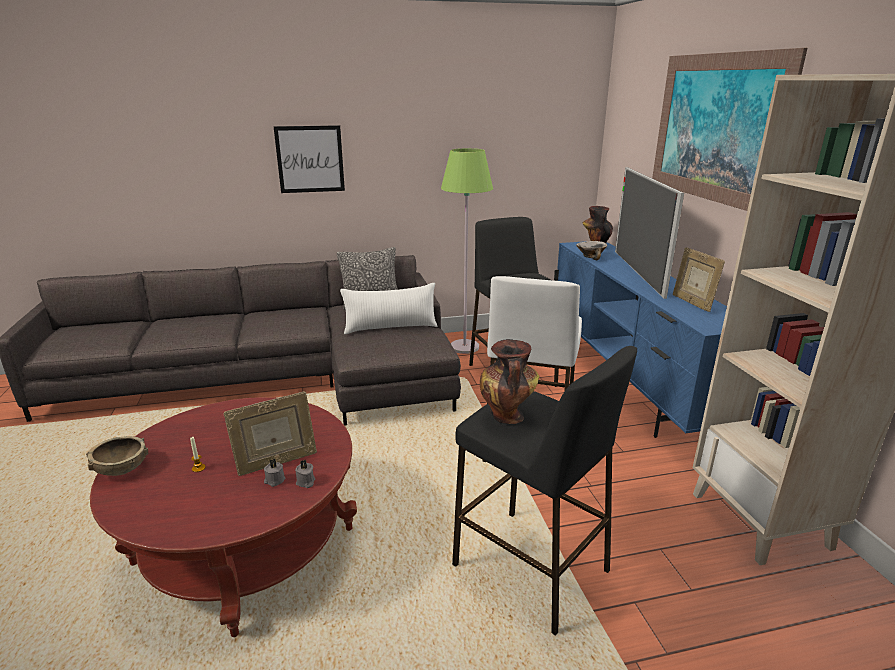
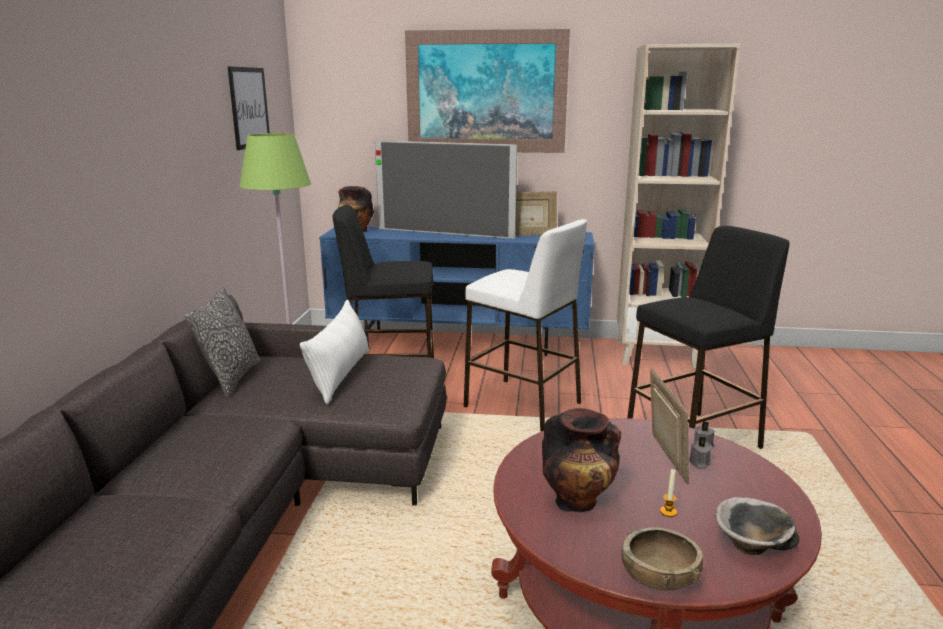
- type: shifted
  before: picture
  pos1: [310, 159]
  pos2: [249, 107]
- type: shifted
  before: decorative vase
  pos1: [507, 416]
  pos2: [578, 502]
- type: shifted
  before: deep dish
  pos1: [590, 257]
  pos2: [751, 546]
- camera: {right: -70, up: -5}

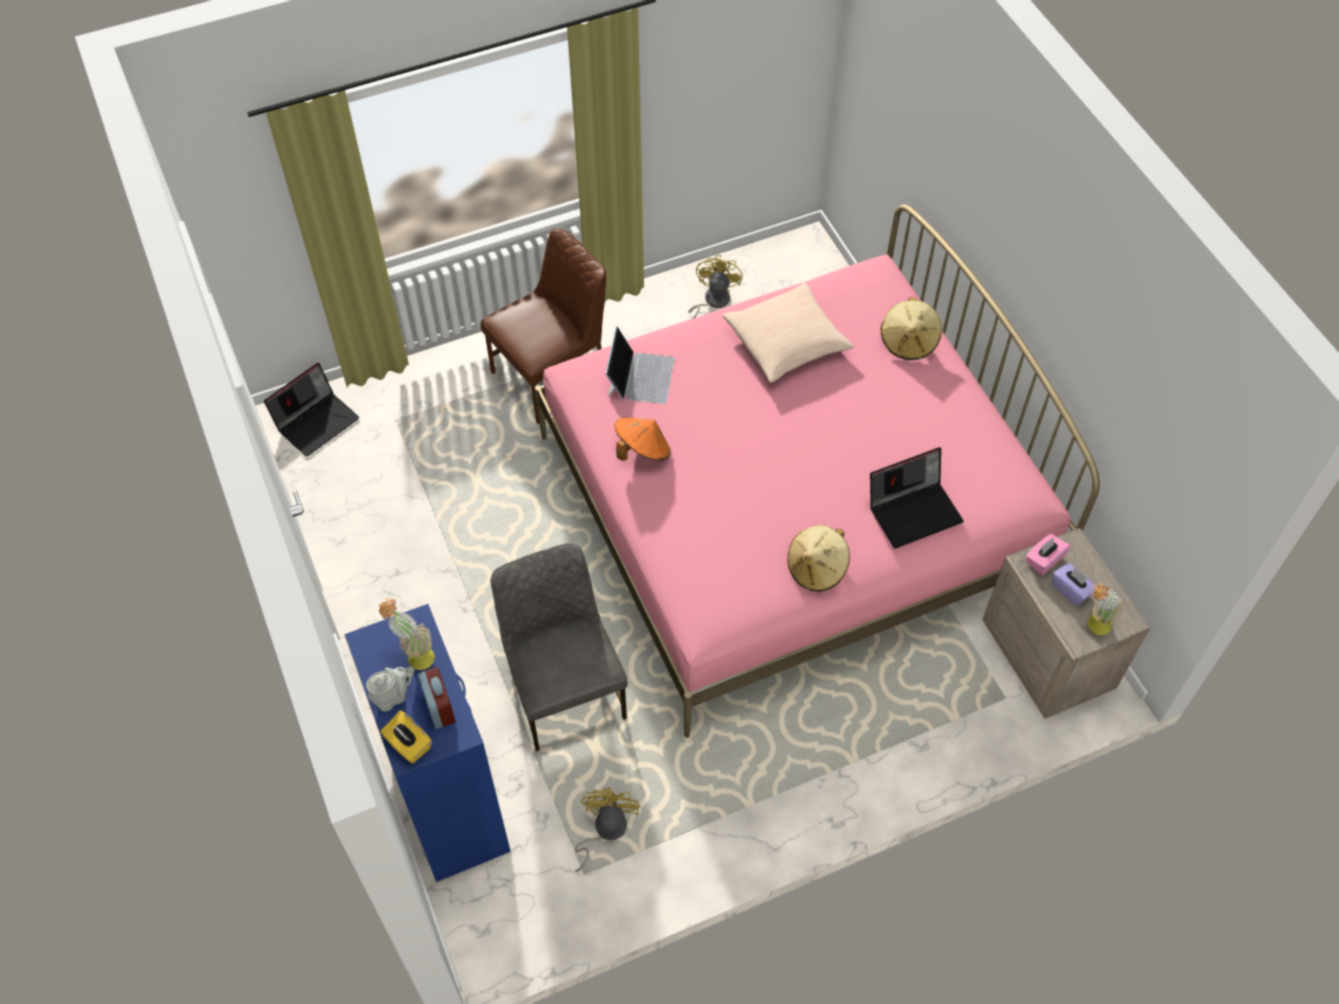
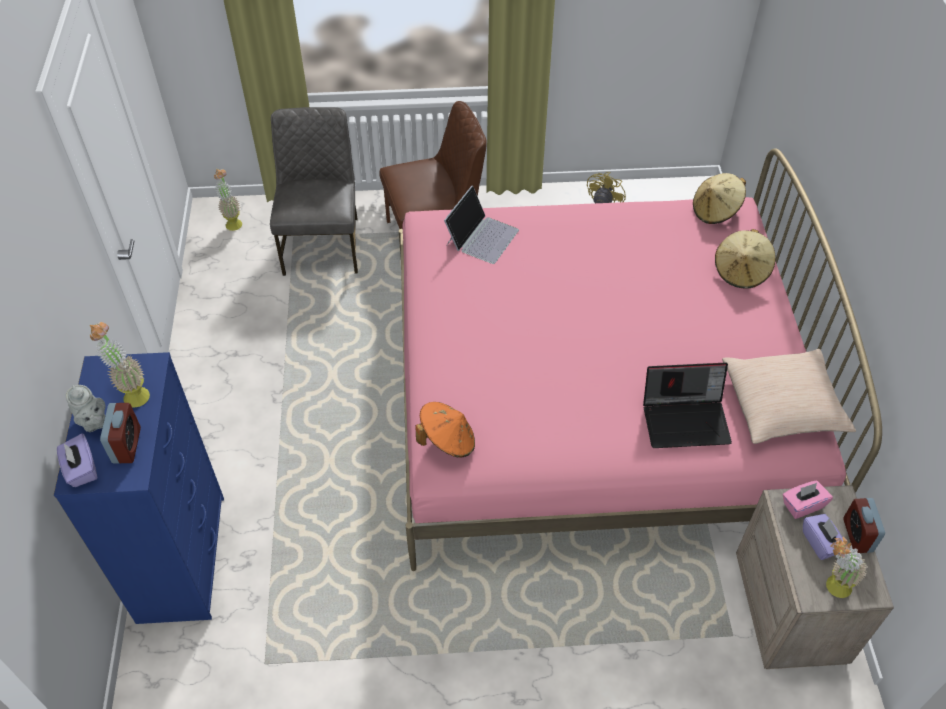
- type: repainted
  before: tissue holder in yellowish
  after: tissue holder in purple
  pos1: [408, 745]
  pos2: [81, 469]
- type: rotated
  before: pot for tea in grey
  pos1: [393, 696]
  pos2: [93, 422]
  turn: 60
- type: swapped
  before: notebook computer
  after: plant in a pot
  pos1: [317, 421]
  pos2: [232, 222]
- type: shifted
  before: plain chair in grey
  pos1: [564, 689]
  pos2: [323, 244]
- type: shifted
  before: clothing hat in orange
  pos1: [642, 450]
  pos2: [447, 440]
- type: shifted
  before: clothing hat in beige
  pos1: [817, 568]
  pos2: [716, 211]
- type: shifted
  before: throw pillow in beige
  pos1: [786, 342]
  pos2: [783, 405]
- type: new
  after: bedside clock
  pos2: [857, 535]
- type: gone
  before: fan in yellowish
  pos1: [604, 830]
- camera: {right: 20, up: -5}

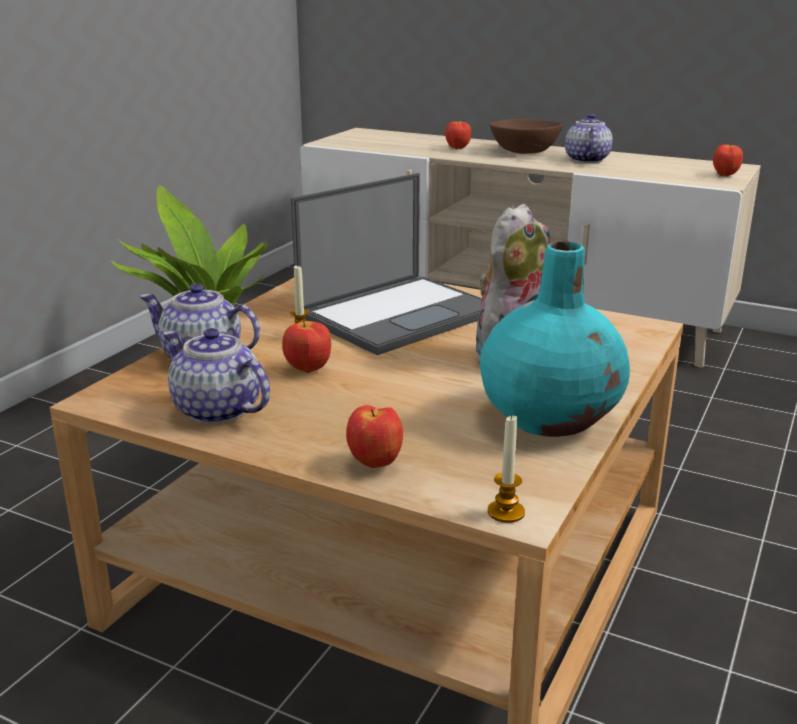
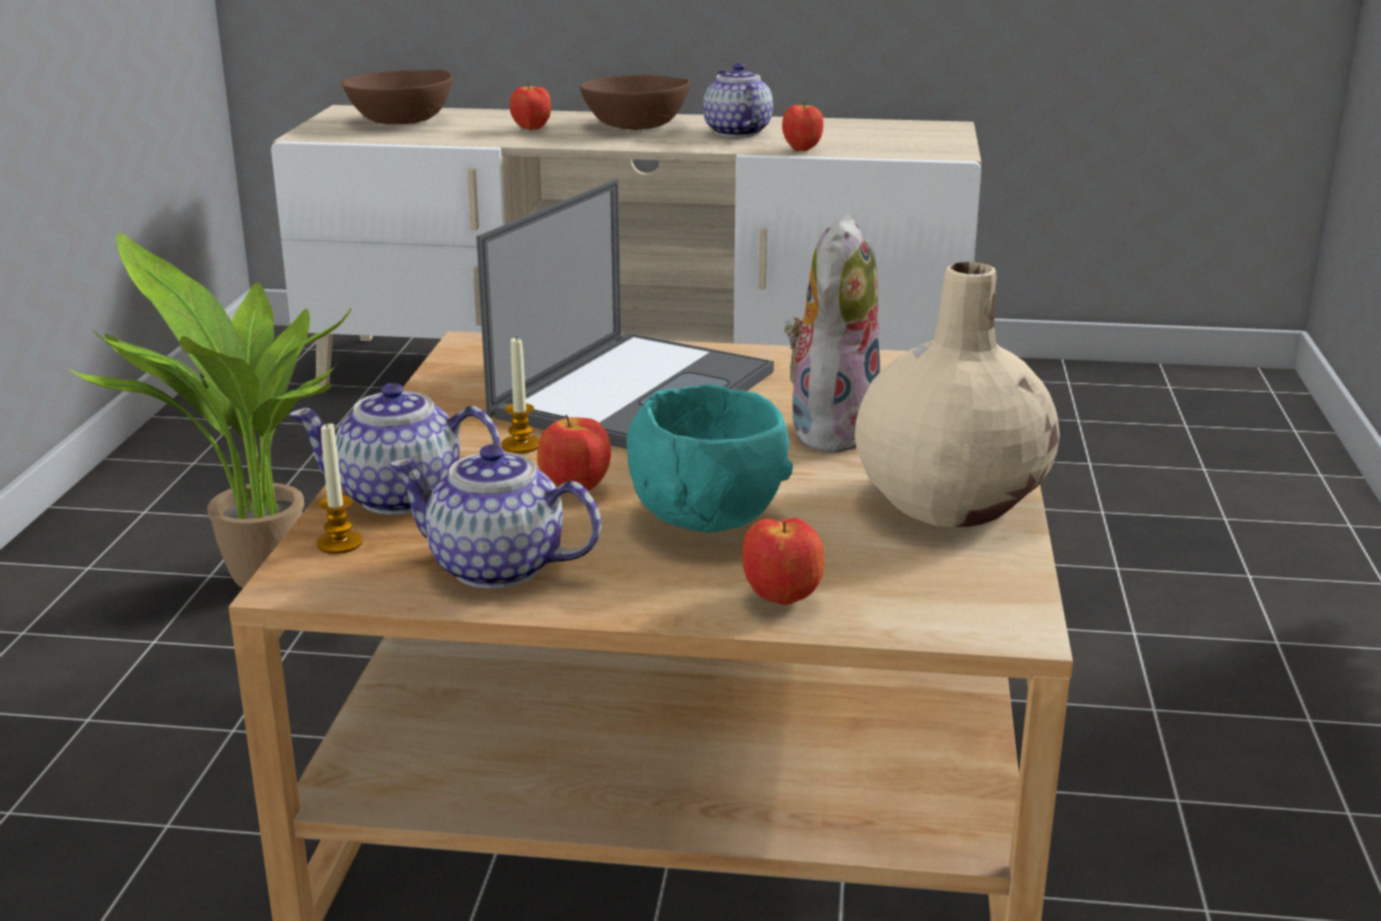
- type: shifted
  before: candle
  pos1: [506, 512]
  pos2: [339, 543]
- type: new
  after: deep dish in brown
  pos2: [400, 121]
- type: new
  after: deep dish in turquoise-coloured
  pos2: [707, 521]
- type: shifted
  before: apple fruit
  pos1: [724, 175]
  pos2: [801, 150]
- type: repainted
  before: decorative vase in turquoise-coloured
  after: decorative vase in beige
  pos1: [550, 417]
  pos2: [951, 501]
- camera: {right: -20, up: 0}

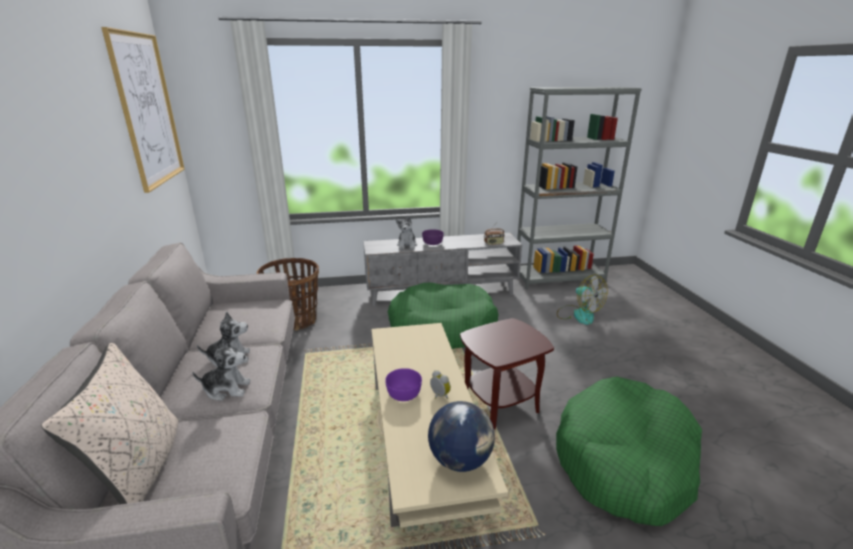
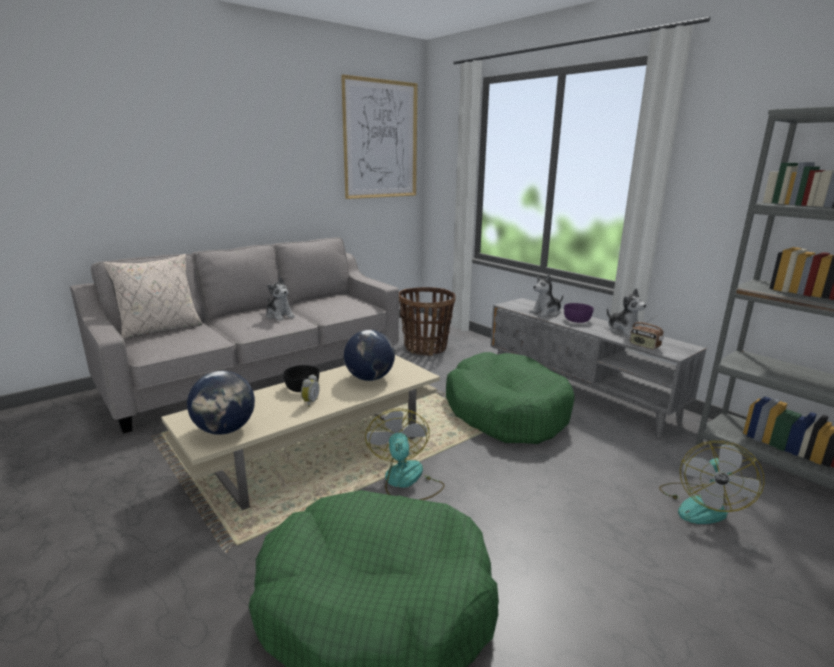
- type: repainted
  before: deep dish in purple
  after: deep dish in blackish
  pos1: [403, 394]
  pos2: [301, 387]
- type: new
  after: globe
  pos2: [369, 378]
- type: swapped
  before: side table in brown
  after: fan
  pos1: [500, 404]
  pos2: [406, 481]
- type: shifted
  before: cuddly toy
  pos1: [227, 389]
  pos2: [623, 331]
- camera: {right: 60, up: -5}

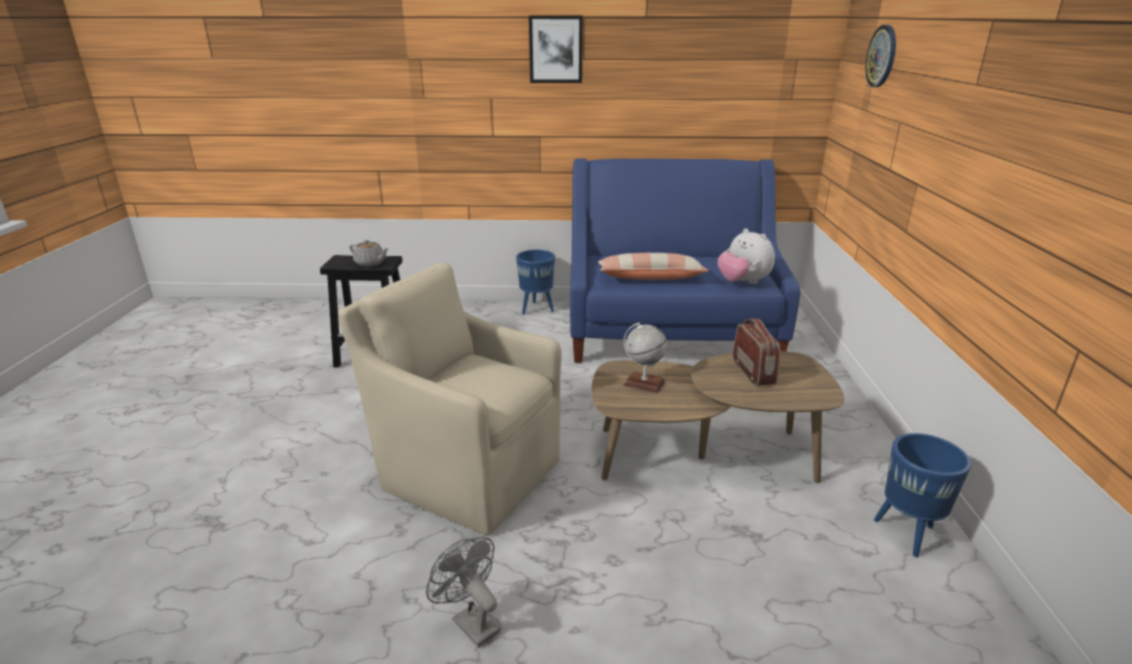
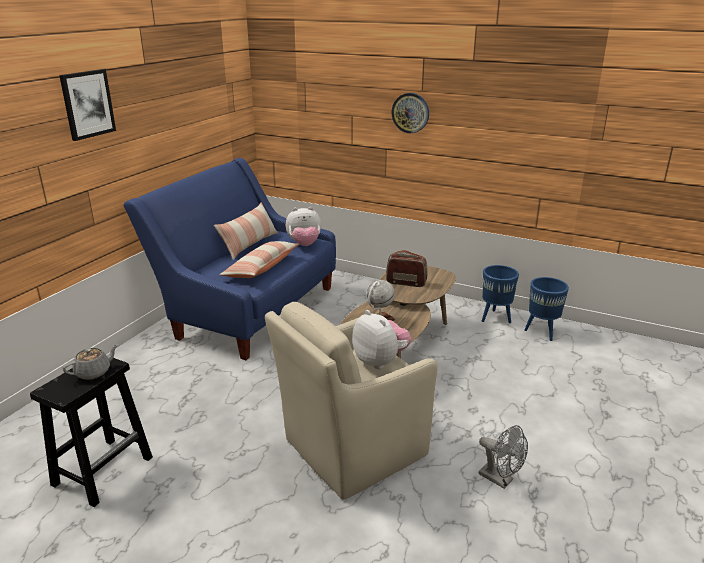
- type: new
  after: throw pillow
  pos2: [249, 245]
- type: new
  after: cuddly toy
  pos2: [380, 361]
- type: shifted
  before: wall clock
  pos1: [882, 56]
  pos2: [410, 113]
- type: rotated
  before: fan in grey
  pos1: [470, 622]
  pos2: [500, 479]
  turn: -120
- type: shifted
  before: planter in bluish
  pos1: [537, 309]
  pos2: [541, 332]
- camera: {right: -65, up: 0}

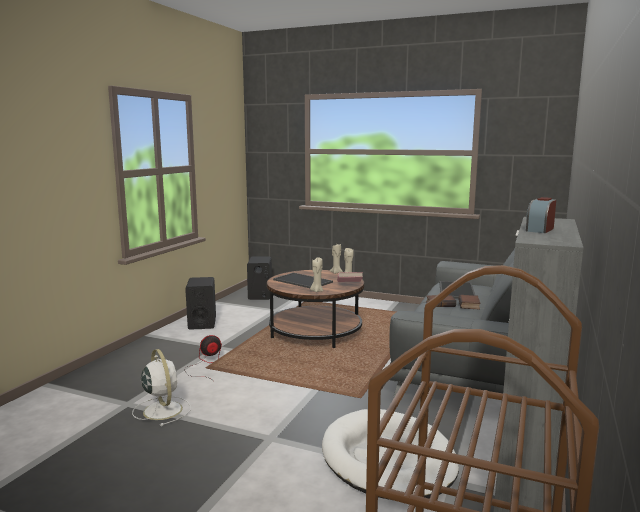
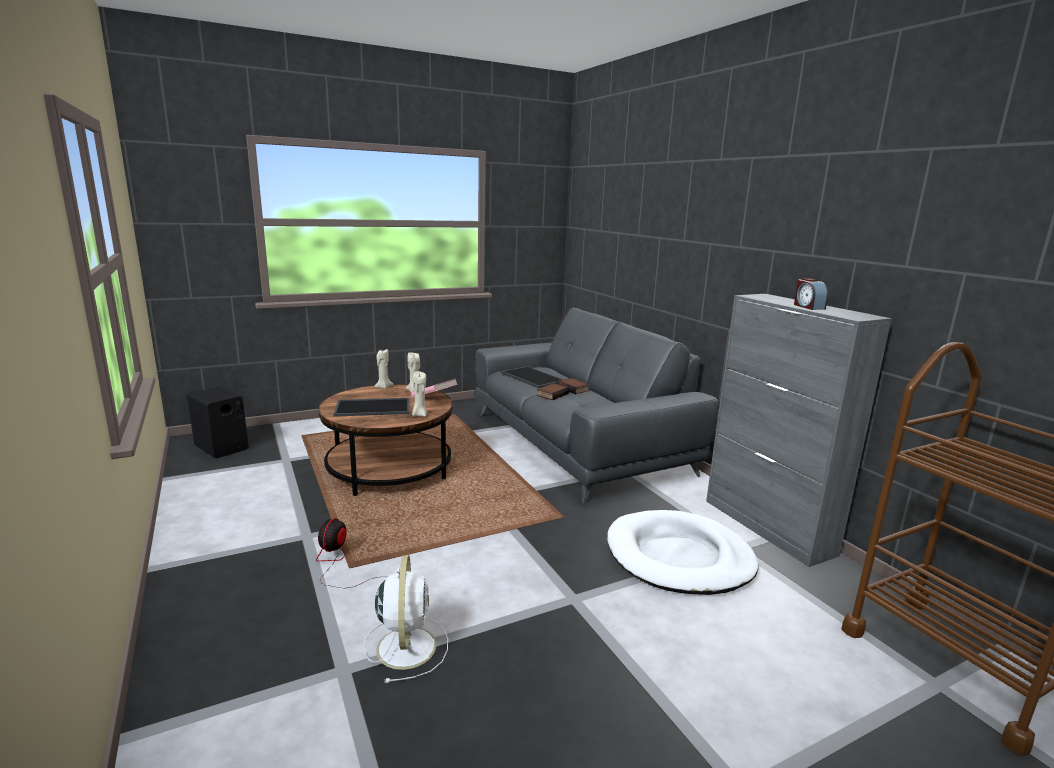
- type: rotated
  before: fan in white
  pos1: [162, 409]
  pos2: [406, 645]
  turn: 75
- type: gone
  before: loudspeaker in blackish
  pos1: [202, 323]
- camera: {right: -50, up: 5}

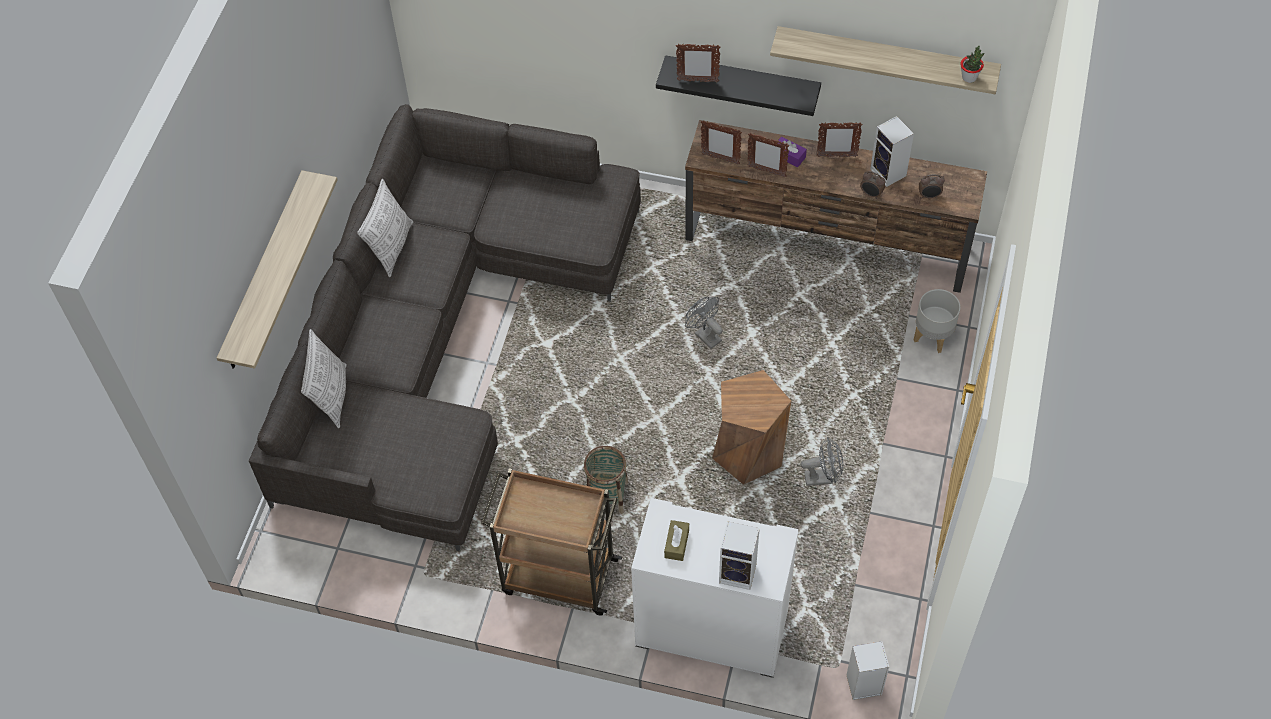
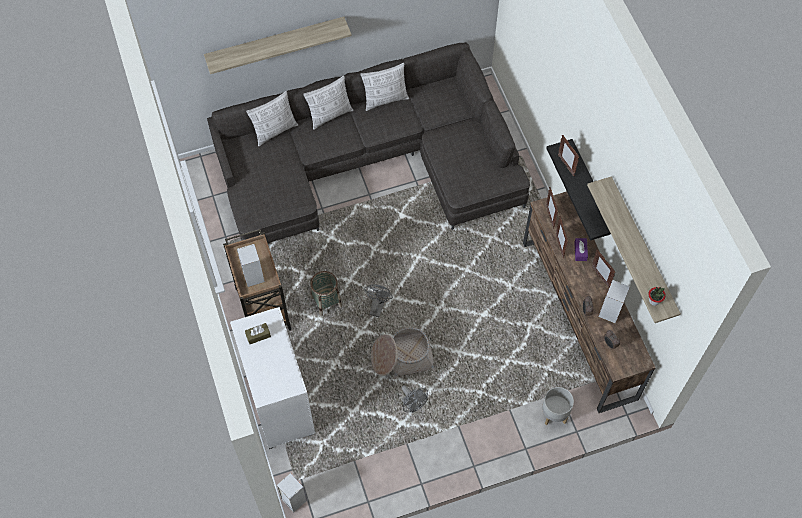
- type: shifted
  before: loudspeaker
  pos1: [739, 573]
  pos2: [254, 277]
- type: new
  after: throw pillow
  pos2: [330, 115]
- type: shifted
  before: fan in grey
  pos1: [704, 335]
  pos2: [377, 306]
- type: swapped
  before: stool in brown
  after: basket
  pos1: [748, 453]
  pos2: [402, 357]
- camera: {right: 55, up: 5}

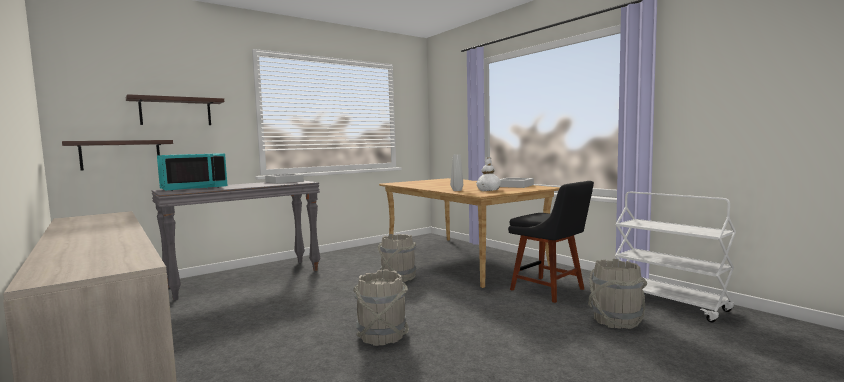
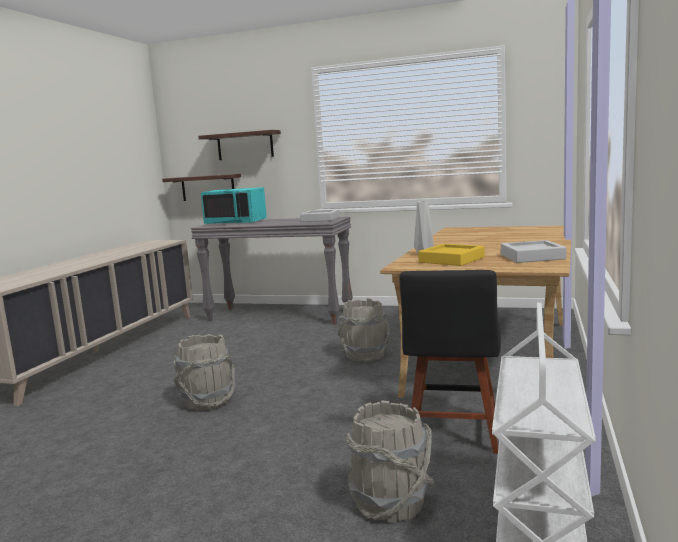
- type: swapped
  before: decorative vase in white
  after: tray in yellowish
  pos1: [488, 190]
  pos2: [451, 260]
- camera: {right: 55, up: 5}

